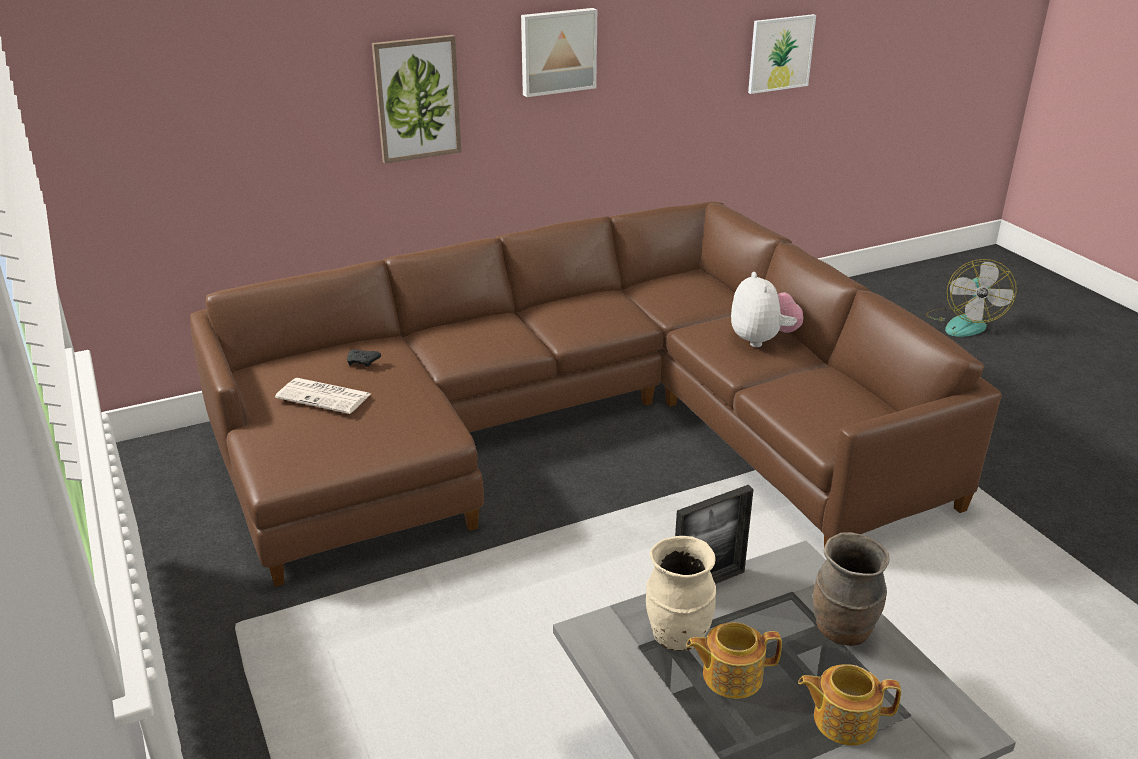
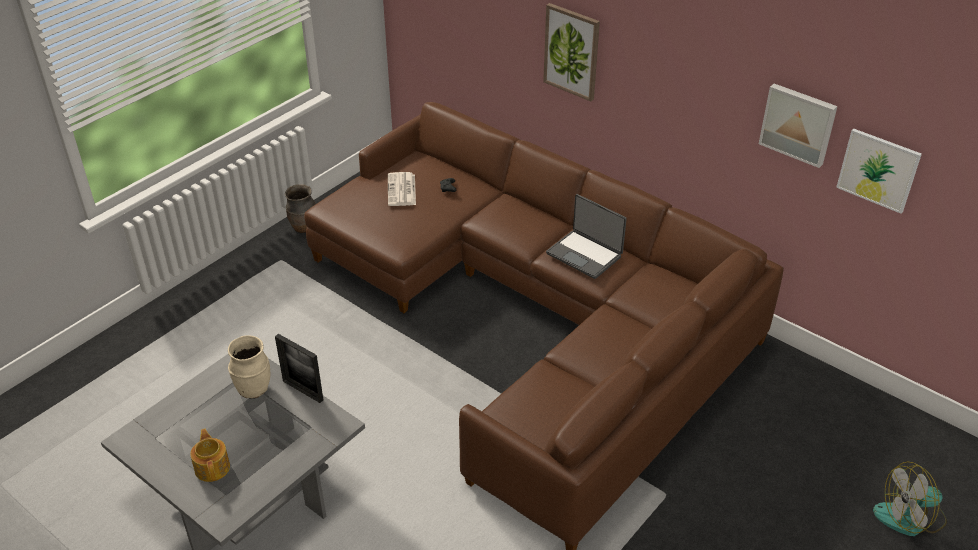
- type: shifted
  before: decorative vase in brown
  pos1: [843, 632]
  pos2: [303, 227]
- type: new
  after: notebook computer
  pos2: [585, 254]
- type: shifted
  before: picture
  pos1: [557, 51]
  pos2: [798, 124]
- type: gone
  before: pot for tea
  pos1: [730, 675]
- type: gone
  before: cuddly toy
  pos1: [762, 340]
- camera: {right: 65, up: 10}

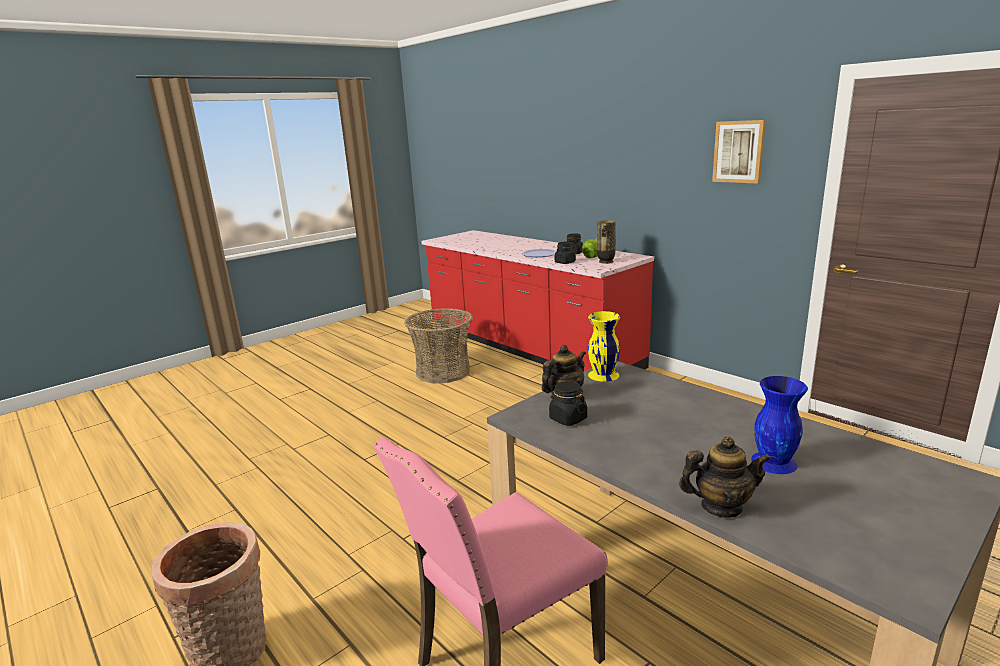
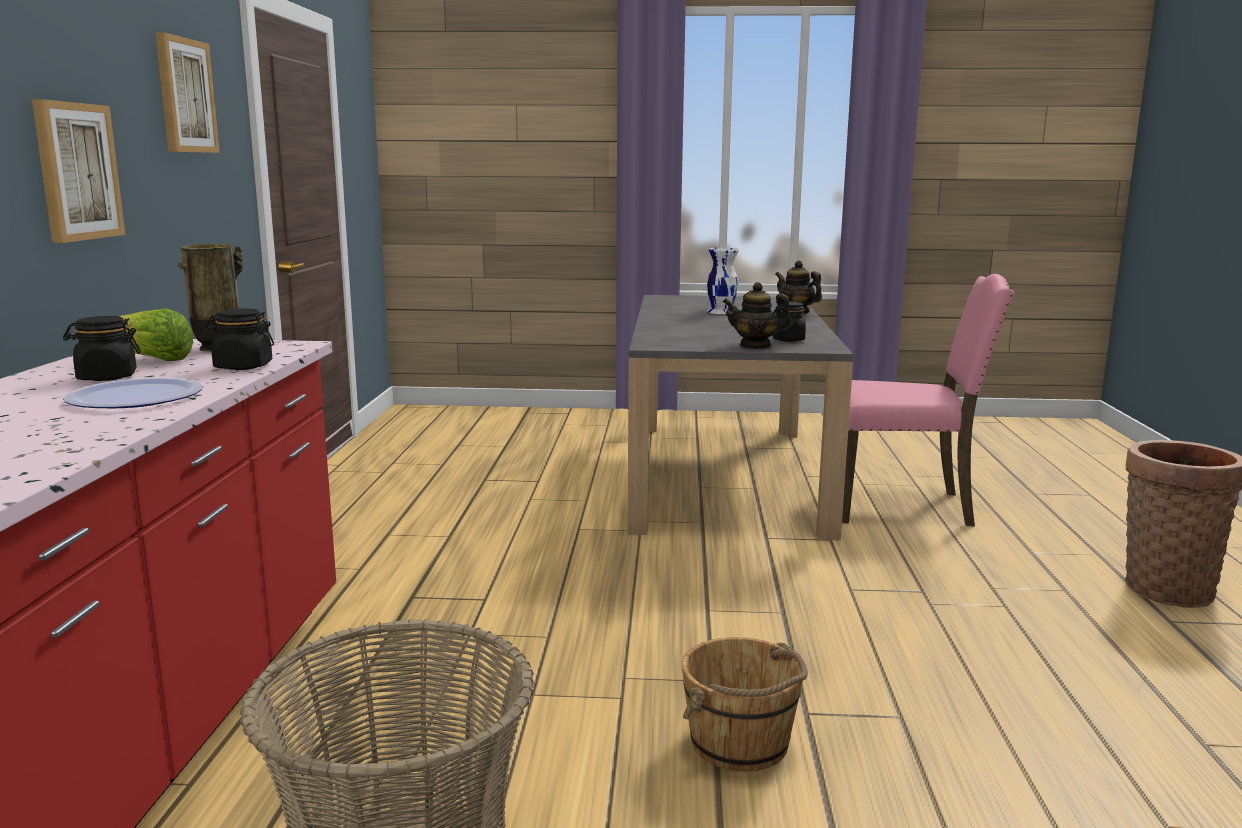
- type: new
  after: picture
  pos2: [77, 171]
- type: new
  after: bucket in brown
  pos2: [741, 743]
- type: repainted
  before: decorative vase in bluish
  after: decorative vase in white
  pos1: [775, 462]
  pos2: [721, 311]
- type: gone
  before: decorative vase in yellowish
  pos1: [603, 375]
- camera: {right: -135, up: -5}

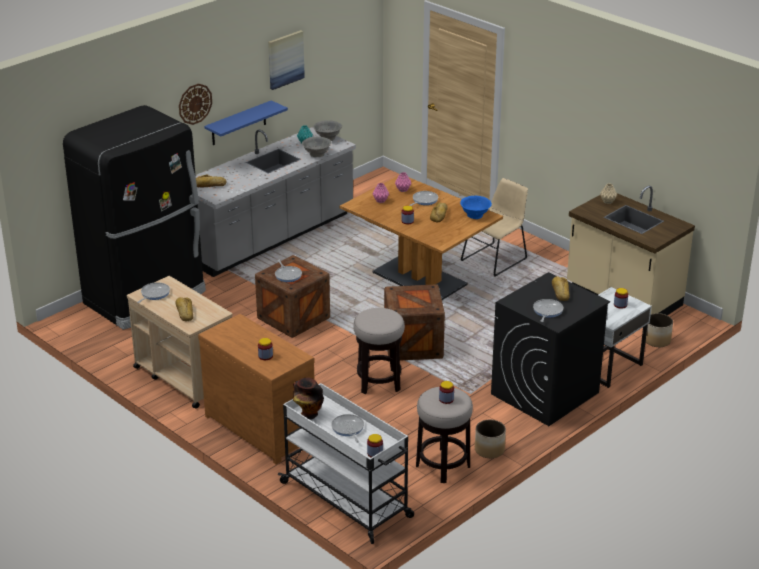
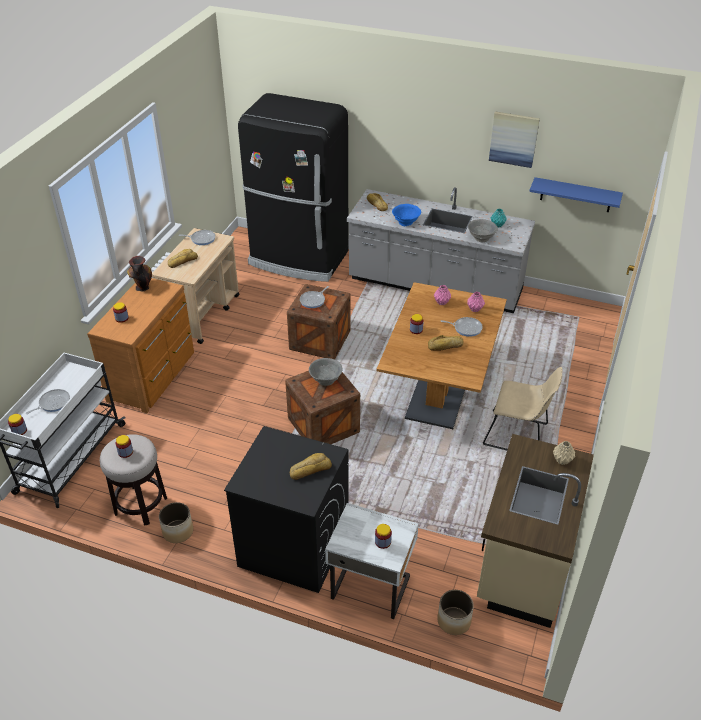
- type: shifted
  before: decorative vase
  pos1: [308, 414]
  pos2: [142, 286]
- type: shifted
  before: deep dish in grey
  pos1: [327, 138]
  pos2: [325, 380]
- type: shifted
  before: deep dish in bluish
  pos1: [475, 215]
  pos2: [406, 222]
- type: shifted
  before: bracket shelf in bluish
  pos1: [238, 123]
  pos2: [576, 195]
- type: gone
  before: wall clock
  pos1: [195, 103]
- type: gone
  before: stool
  pos1: [379, 382]
- type: gone
  before: frying pan
  pos1: [547, 311]
- camera: {right: 65, up: 10}

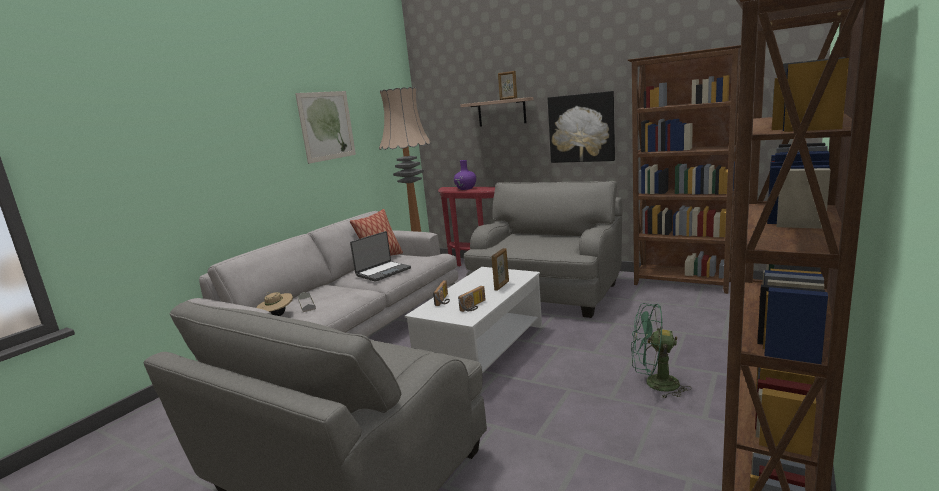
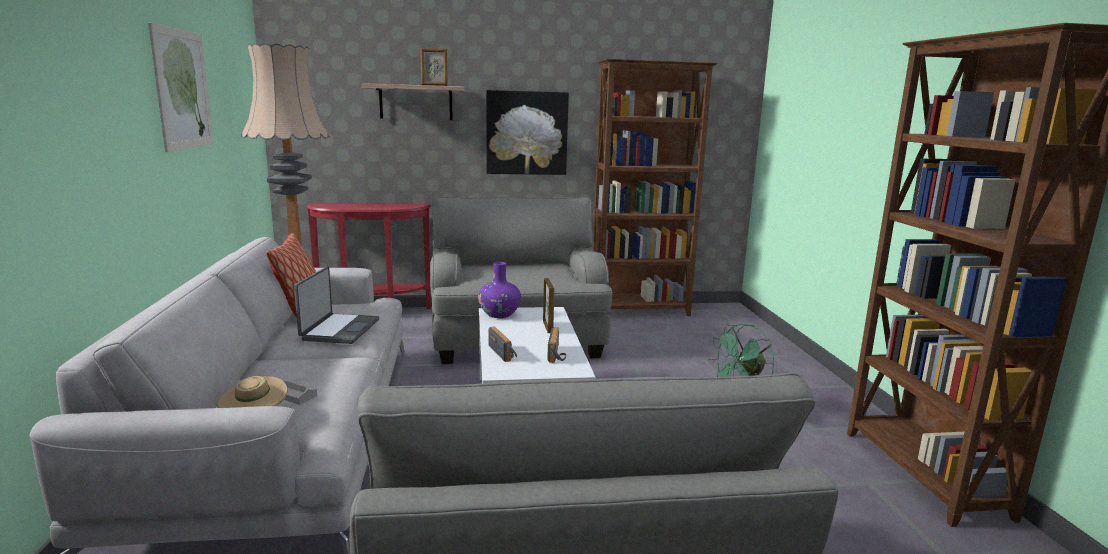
- type: shifted
  before: decorative vase in purple
  pos1: [466, 188]
  pos2: [499, 314]
- camera: {right: -40, up: 0}

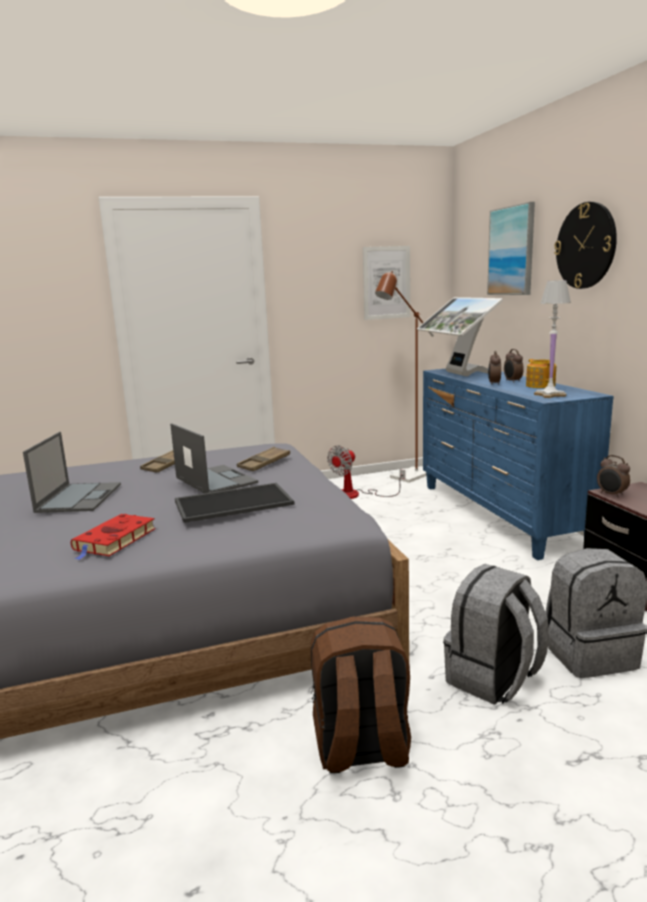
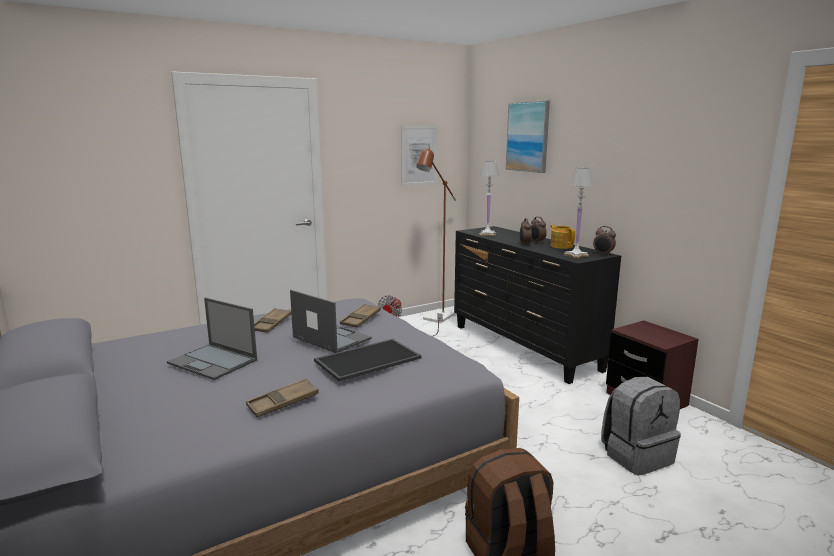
- type: rotated
  before: notebook computer
  pos1: [79, 497]
  pos2: [213, 362]
  turn: 135
- type: swapped
  before: bound book in red
  after: tray in brown
  pos1: [114, 540]
  pos2: [283, 402]
- type: repainted
  before: dresser in bluish
  after: dresser in blackish
  pos1: [498, 514]
  pos2: [523, 347]
- type: swapped
  before: computer screen
  after: lamp for a table in white
  pos1: [458, 374]
  pos2: [487, 234]
- type: shifted
  before: bedside clock
  pos1: [611, 495]
  pos2: [603, 254]
- type: gone
  before: rucksack in grey
  pos1: [493, 679]
- type: gone
  before: wall clock
  pos1: [586, 246]
- camera: {right: -15, up: 0}

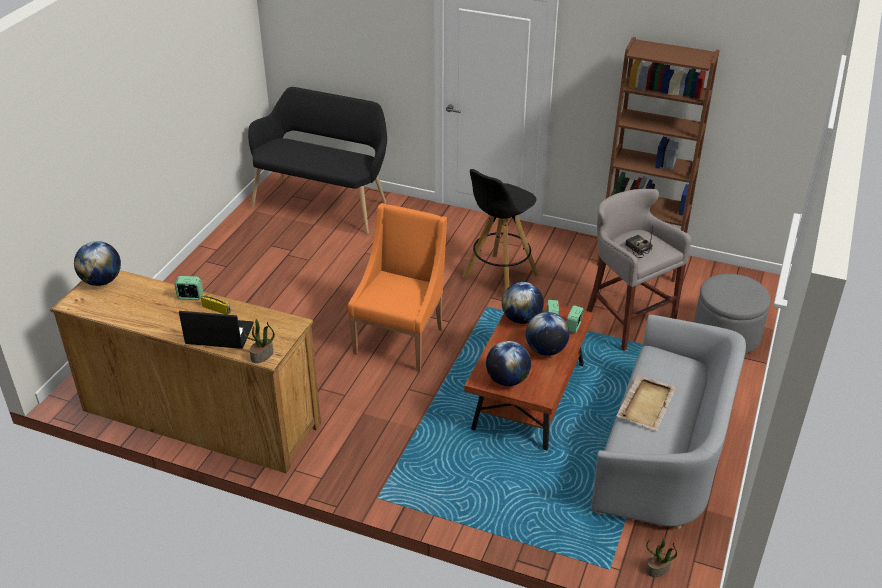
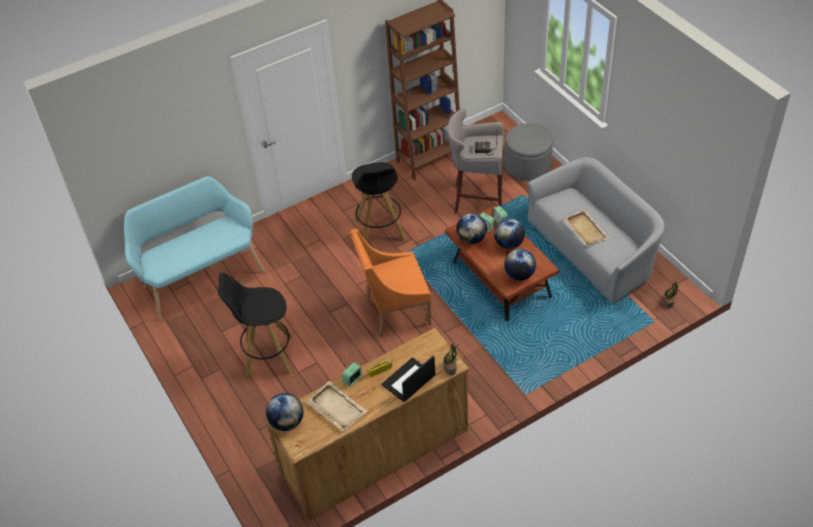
- type: repainted
  before: indoor bench in blackish
  after: indoor bench in turquoise-coloured
  pos1: [324, 203]
  pos2: [200, 277]
- type: new
  after: stool in blackish
  pos2: [267, 357]
- type: new
  after: tray in beige
  pos2: [336, 407]
- type: rotated
  before: easy chair in orange
  pos1: [401, 339]
  pos2: [395, 311]
  turn: -75
- camera: {right: -50, up: 10}

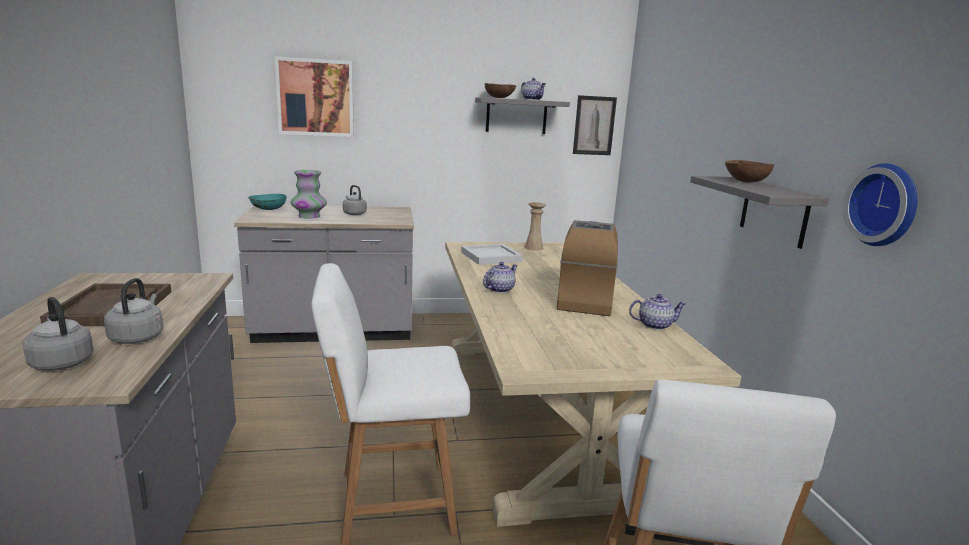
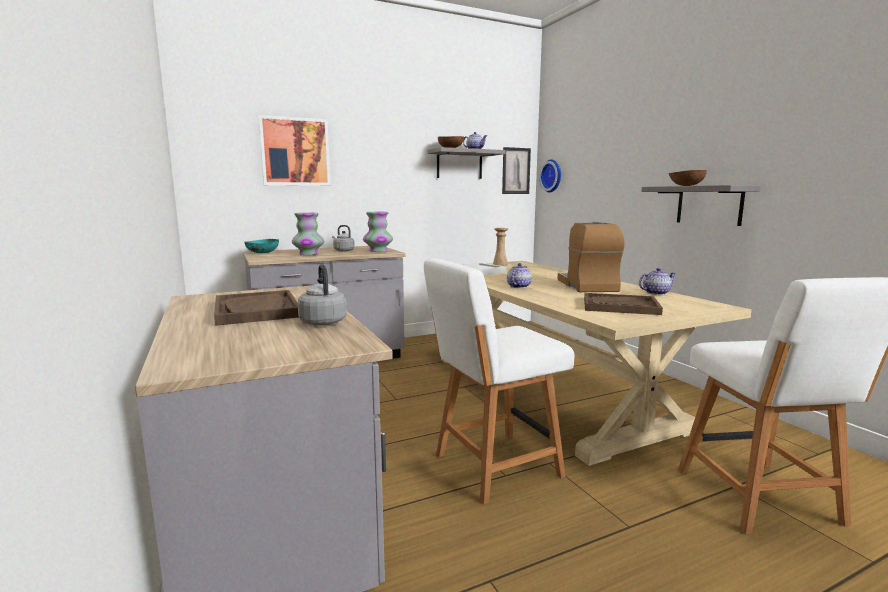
- type: new
  after: decorative vase
  pos2: [378, 251]
- type: shifted
  before: wall clock
  pos1: [885, 205]
  pos2: [552, 176]
- type: new
  after: tray in brown
  pos2: [620, 306]
- type: gone
  before: water kettle in grey
  pos1: [61, 362]
- camera: {right: -15, up: -5}

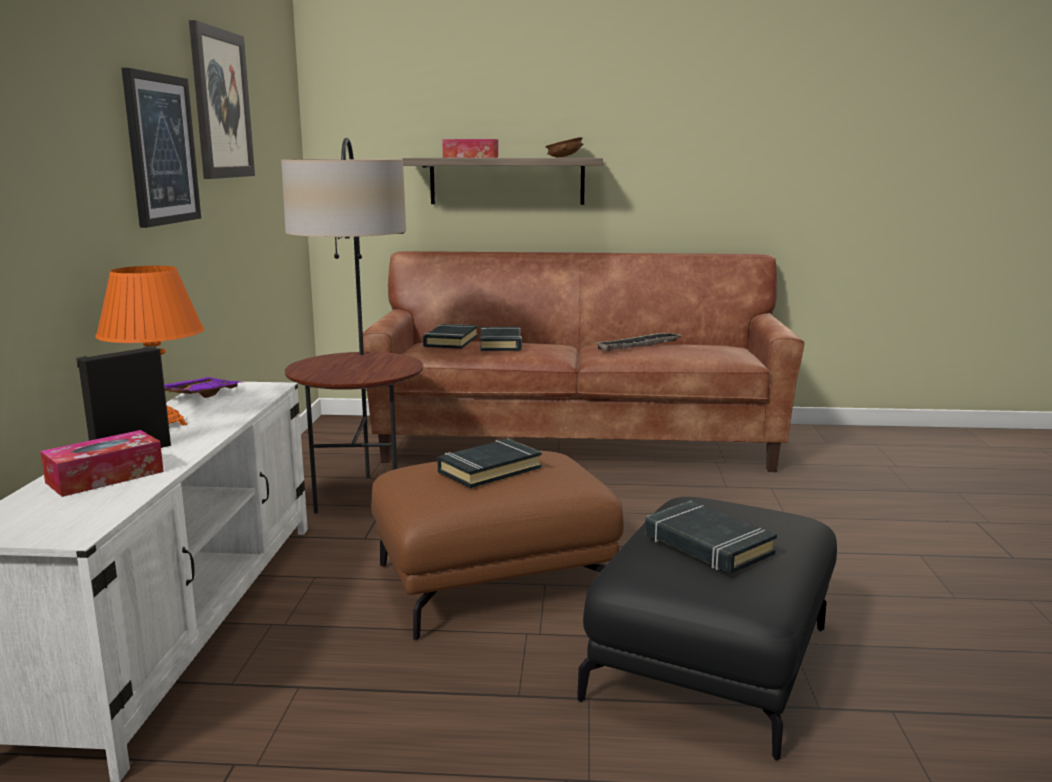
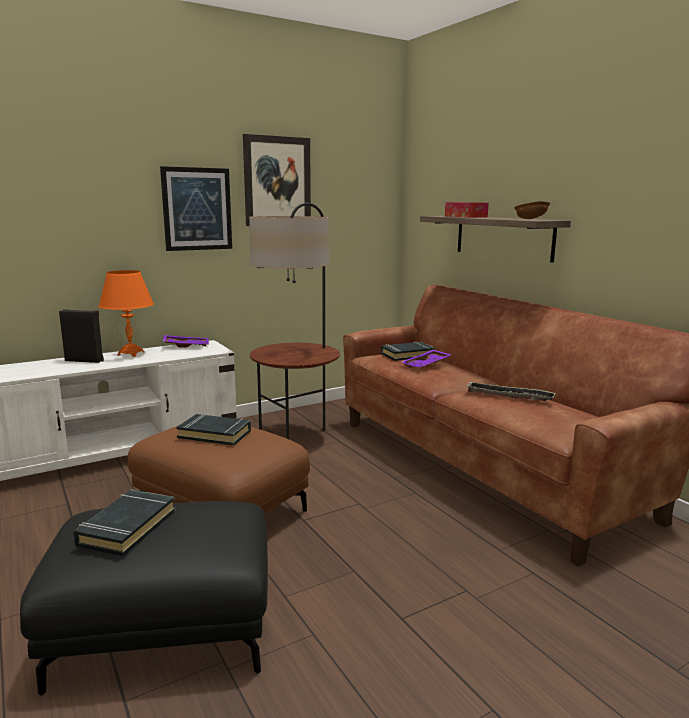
- type: swapped
  before: bound book in blackish
  after: tray in purple
  pos1: [501, 344]
  pos2: [426, 365]
- type: gone
  before: tissue holder
  pos1: [105, 477]
- camera: {right: 55, up: 0}

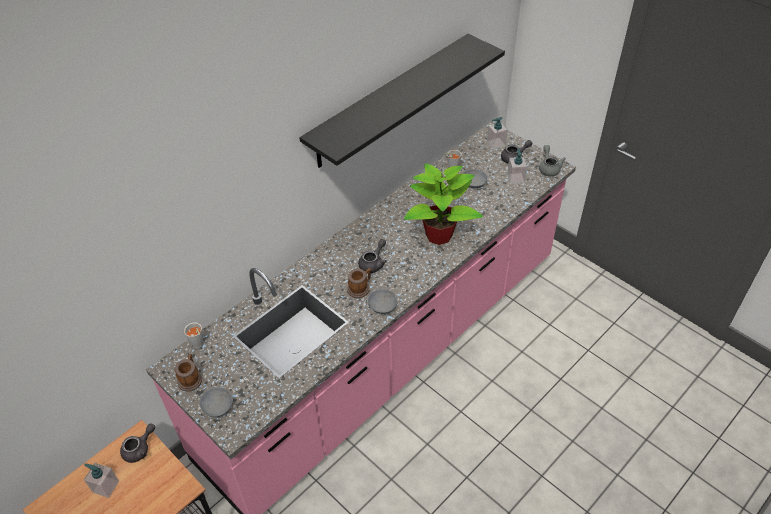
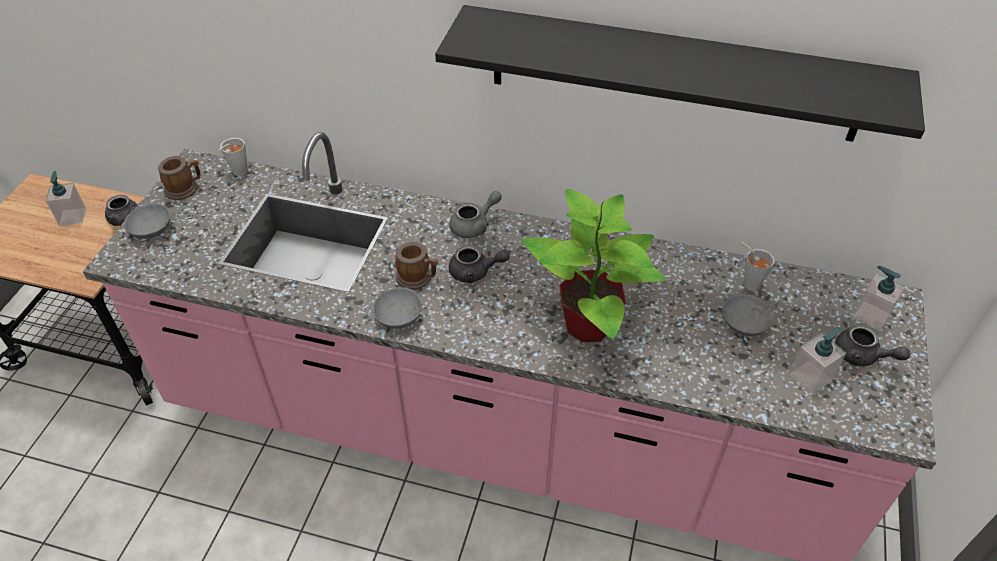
- type: shifted
  before: pot for tea in grey
  pos1: [549, 168]
  pos2: [474, 225]
- camera: {right: 60, up: 0}

